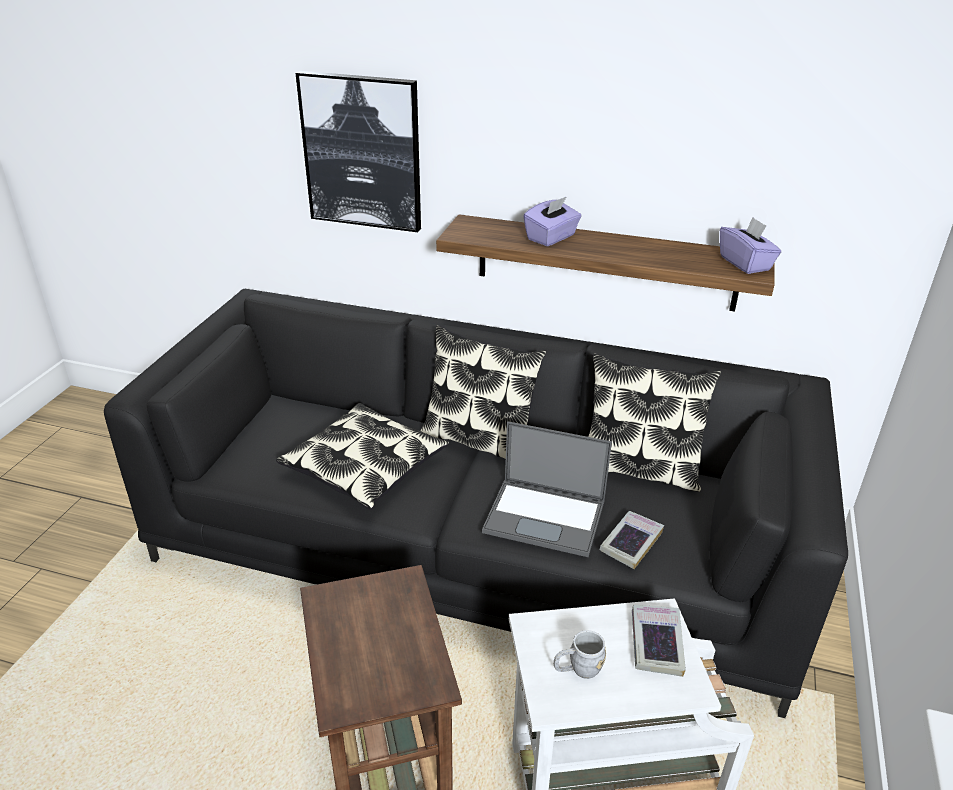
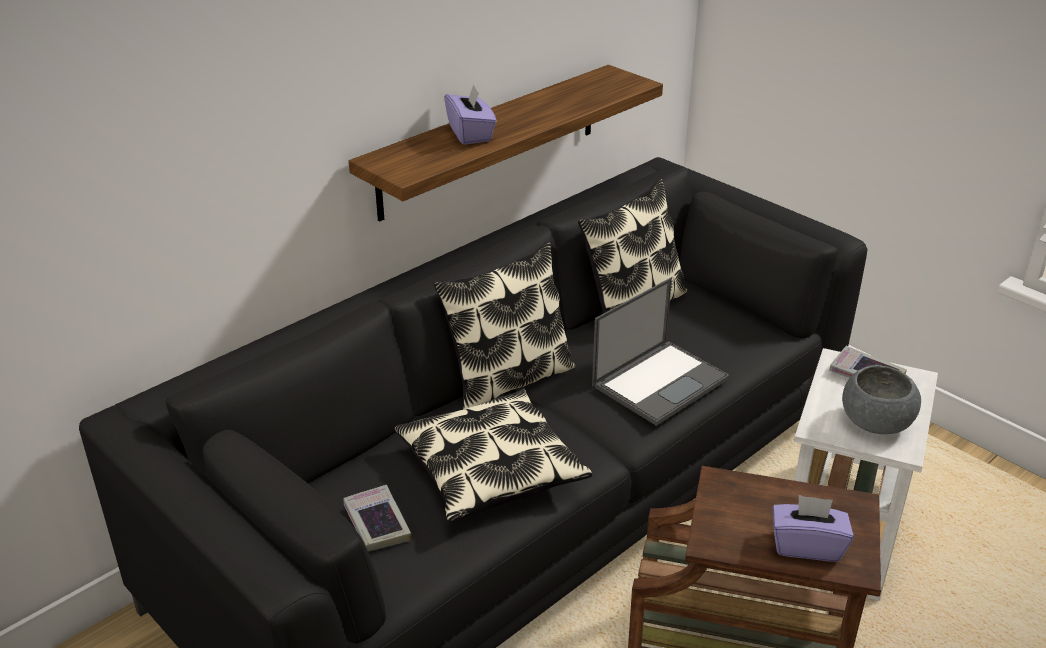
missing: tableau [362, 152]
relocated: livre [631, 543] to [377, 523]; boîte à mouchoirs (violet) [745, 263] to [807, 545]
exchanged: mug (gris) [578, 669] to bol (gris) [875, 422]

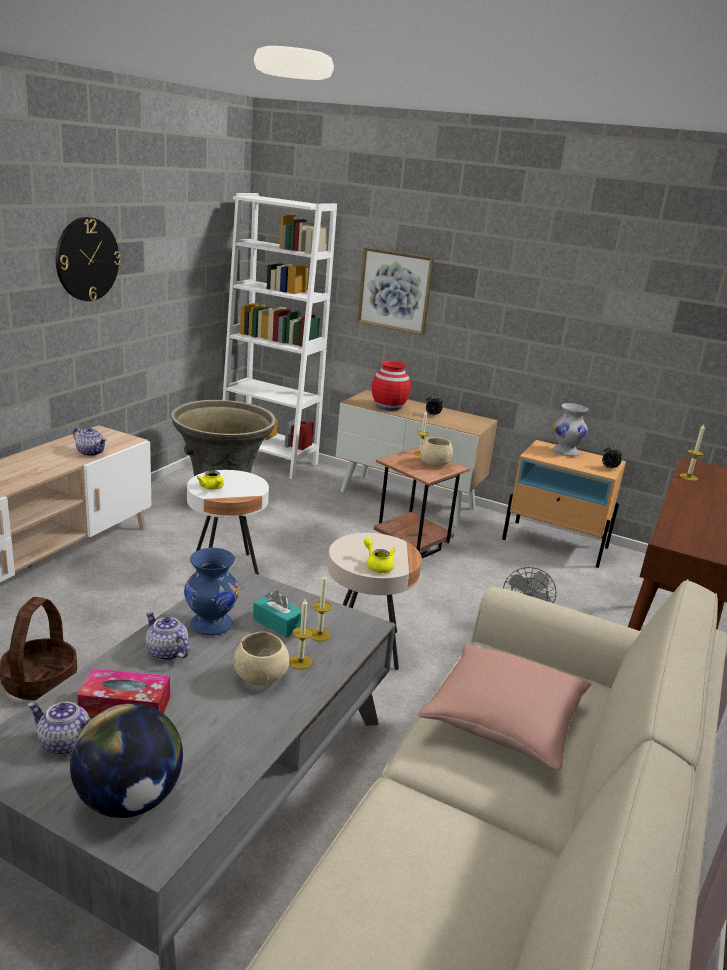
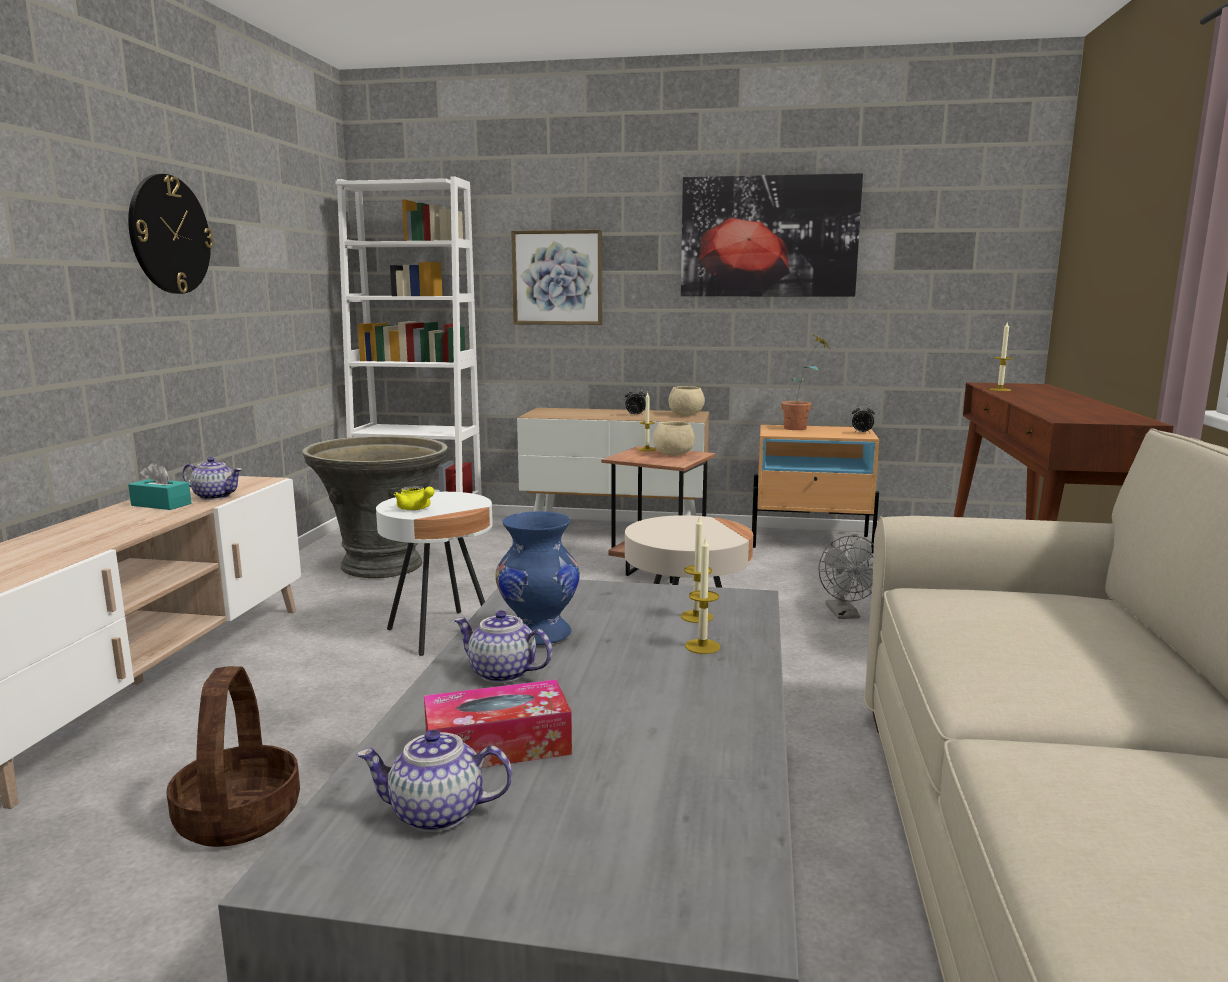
missing: globe [129, 799]; théière (jaune) [377, 565]; vase (rouge) [389, 407]; coussin (rose) [503, 720]
appeared: tableau [768, 237]
relocated: bol (beige) [260, 677] to [685, 415]; boîte à mouchoirs (turquoise) [277, 623] to [161, 504]
exchanged: vase (blanc) [565, 452] to plante en pot [802, 428]

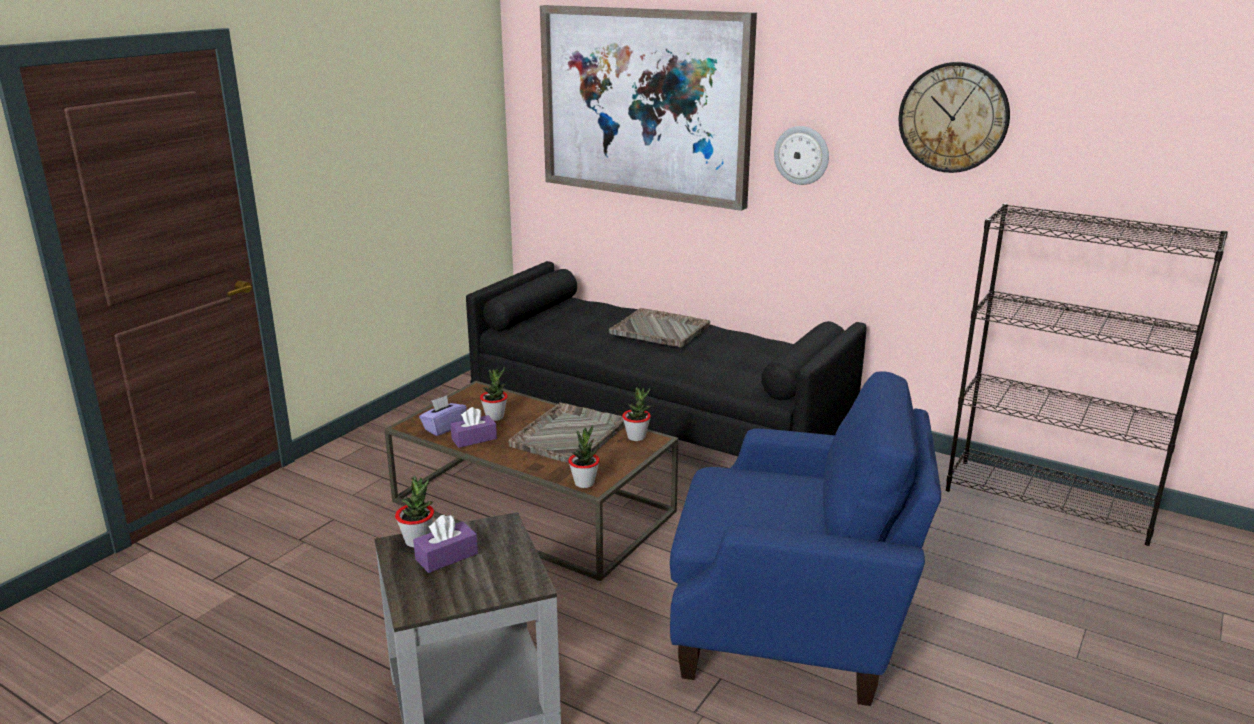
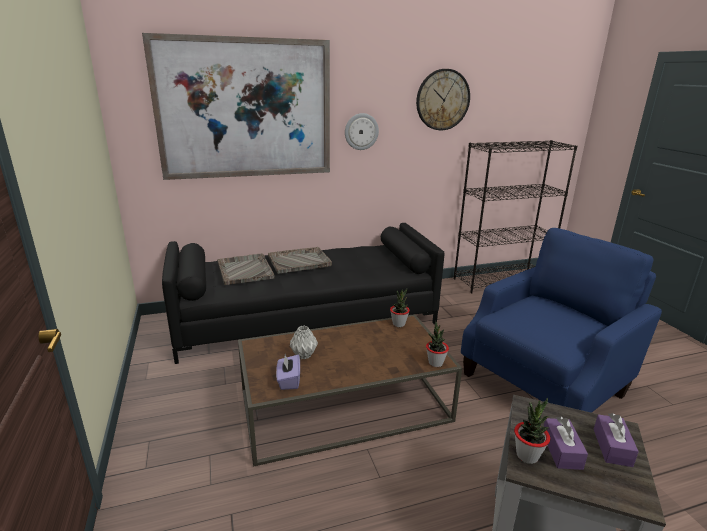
relocated: boîte à mouchoirs (violet) [474, 439] to [612, 447]; plateau (gris) [570, 435] to [245, 270]
exchanged: plante en pot [495, 417] to vase (gris) [304, 355]

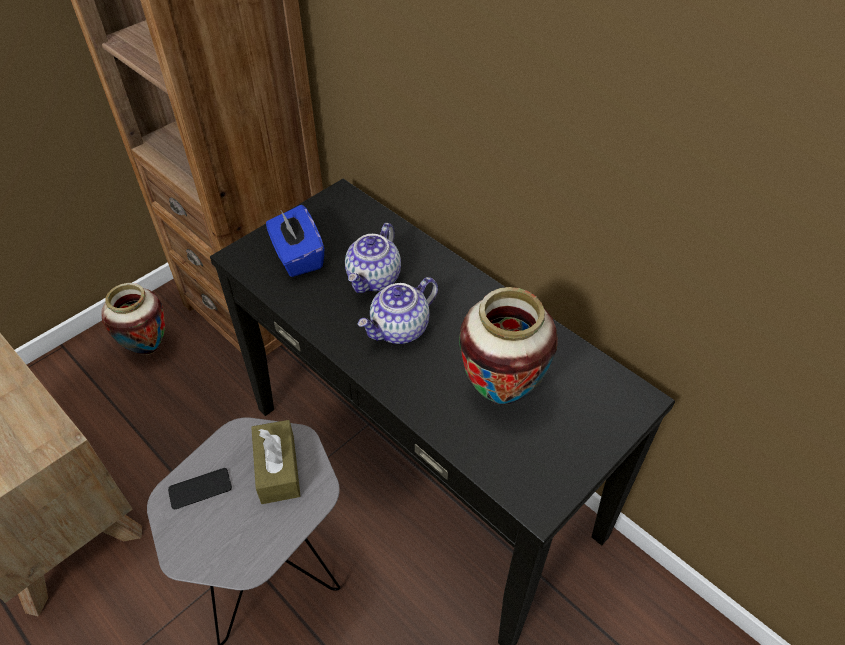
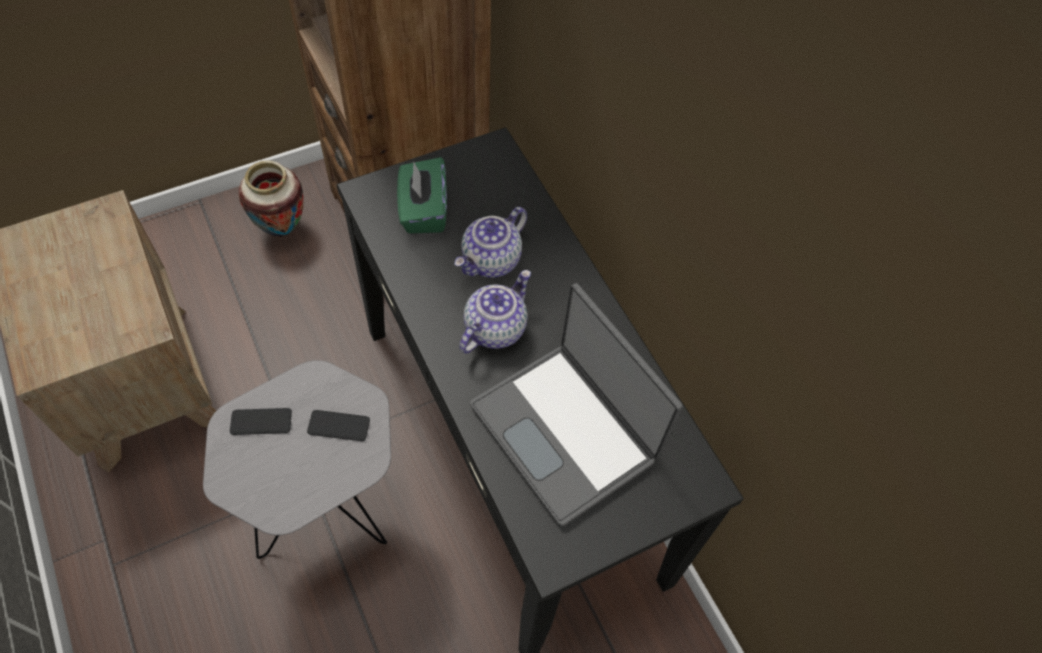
exchanged: boîte à mouchoirs (marron) [278, 469] to téléphone [338, 426]; vase [500, 393] to ordinateur portable [566, 431]
colour: boîte à mouchoirs (bleu) [297, 256] to boîte à mouchoirs (vert) [423, 211]
spun: théière [400, 329] = [494, 328] 150 degrees clockwise

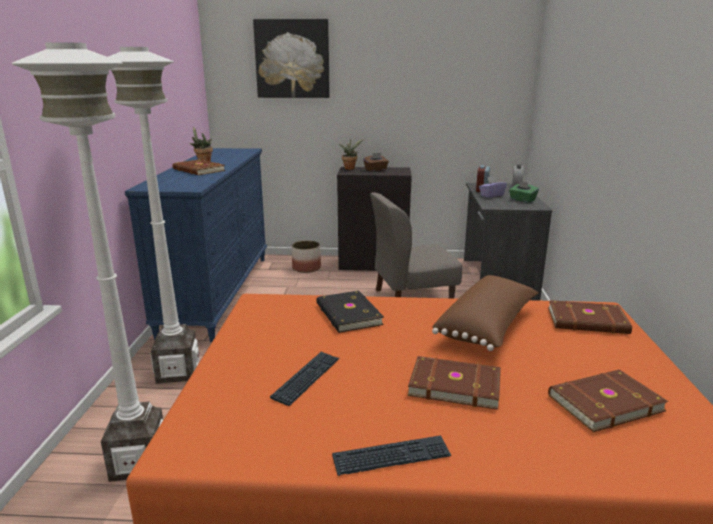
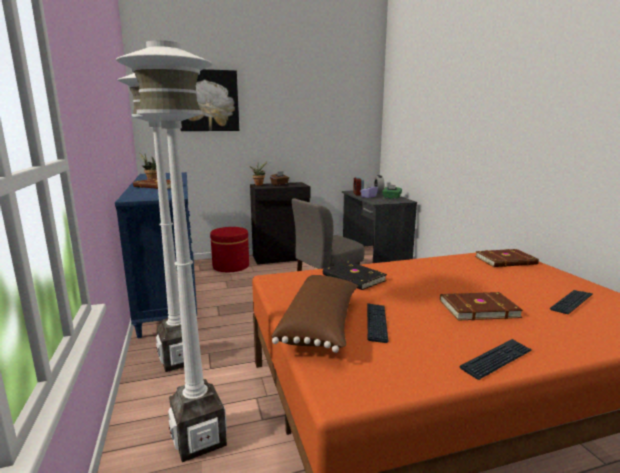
relocated: coussin (marron) [488, 327] to [321, 325]
exchanged: cache-pot [306, 268] to pouf (rouge) [231, 266]; livre (marron) [603, 402] to clavier [571, 302]

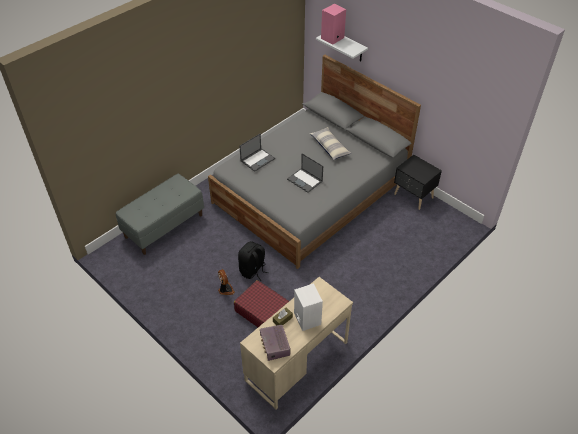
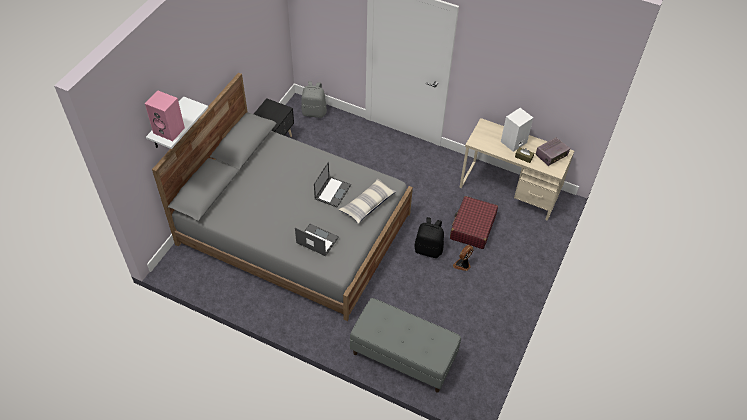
appeared: sac à dos (gris) [314, 112]
relocated: coussin [330, 147] to [367, 204]

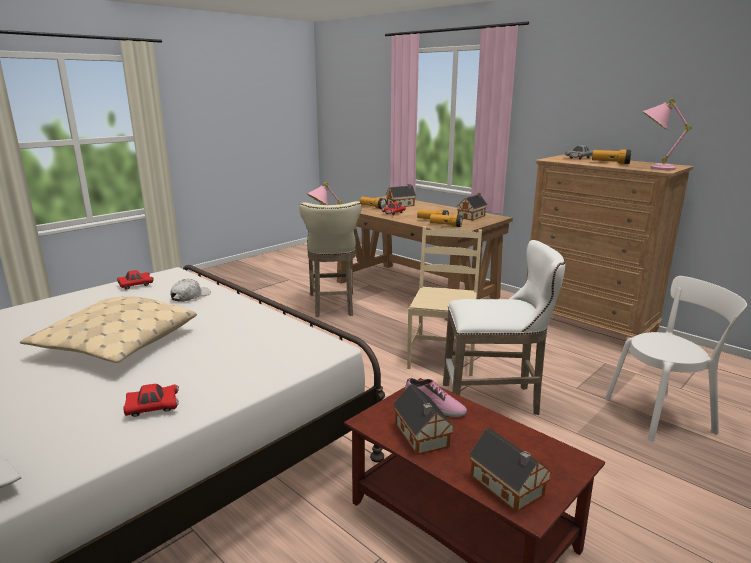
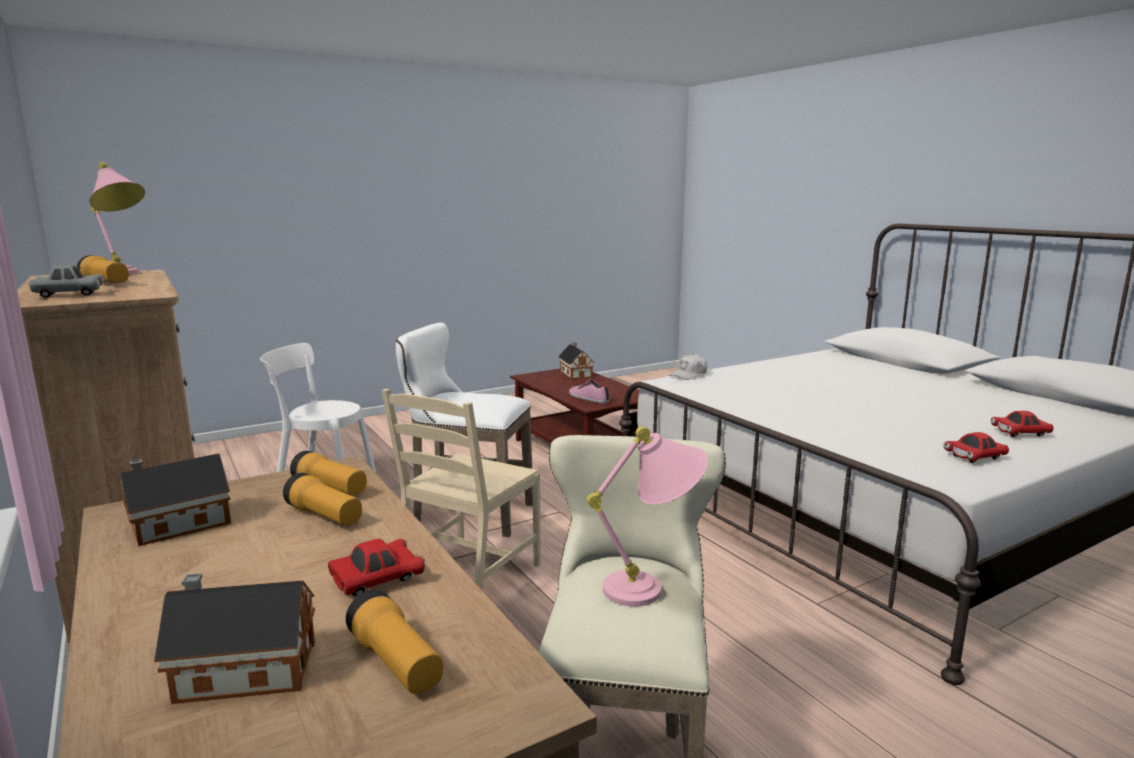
missing: coussin (beige) [116, 345]; maison miniature [422, 437]
relocated: petite voiture (rouge) [153, 408] to [1020, 434]; casquette (blanc) [190, 296] to [689, 375]

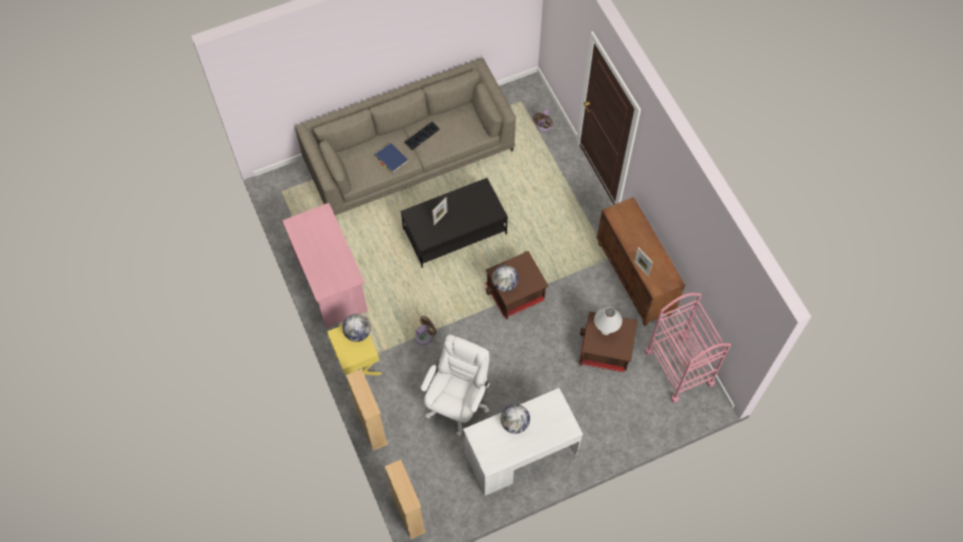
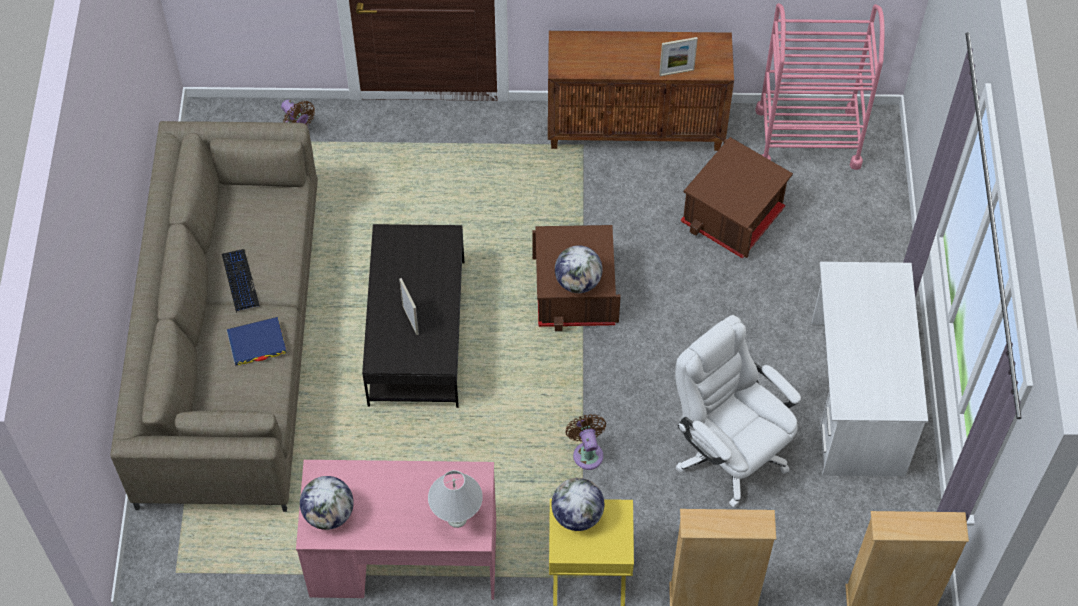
relocated: globe [514, 423] to [329, 514]; lampe de table (blanc) [605, 330] to [457, 518]

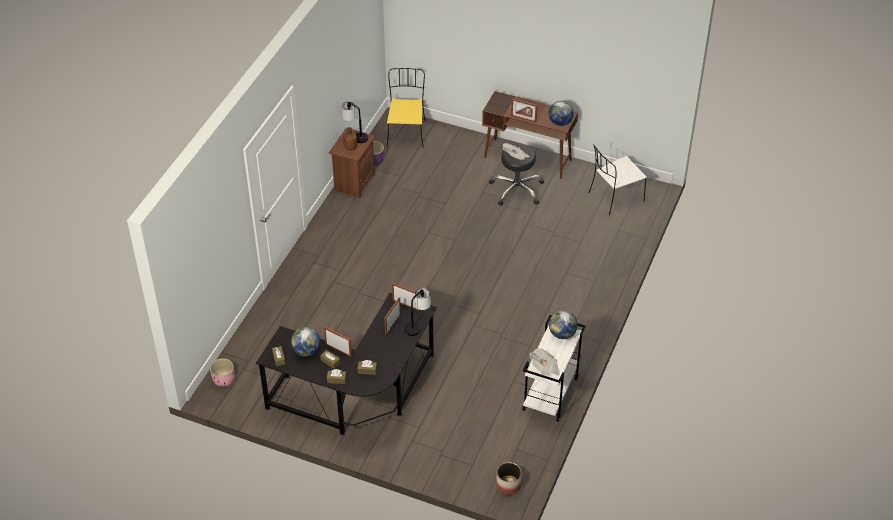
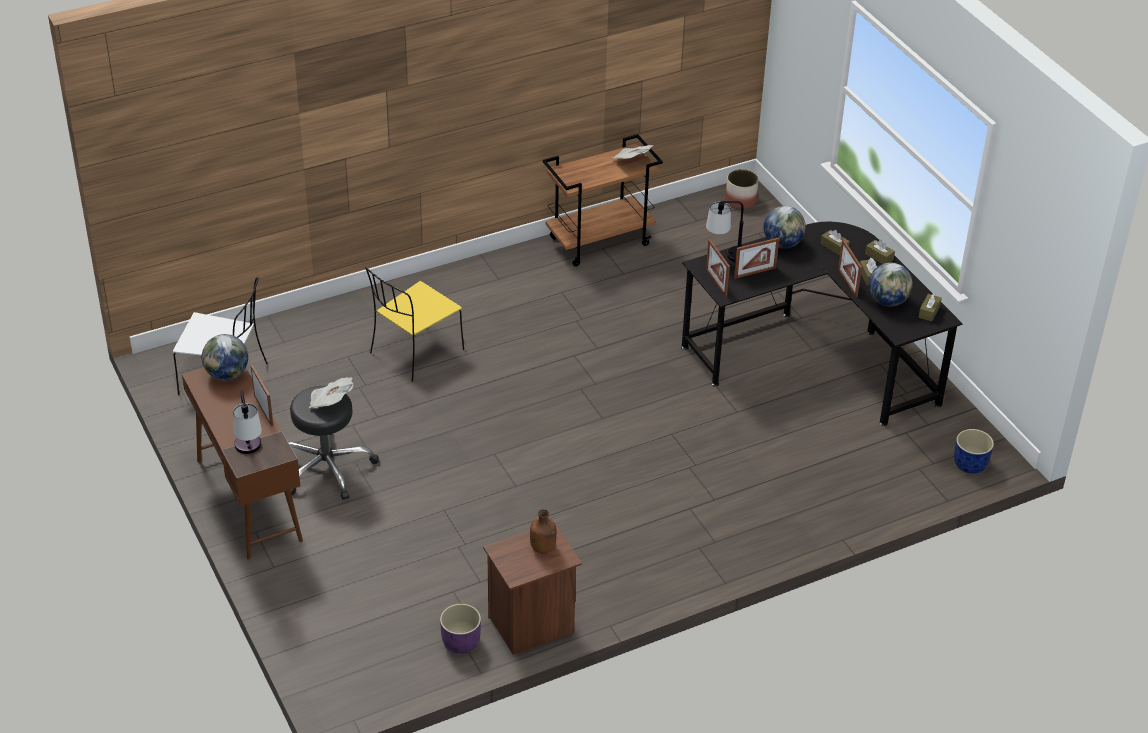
relocated: lampe de table [355, 136] to [250, 453]; chaise (jaune) [406, 132] to [415, 352]; globe [562, 334] to [782, 243]
colour: cache-pot (rose) [224, 380] to cache-pot (bleu) [970, 464]; chariot (blanc) [551, 394] to chariot (marron) [600, 241]

